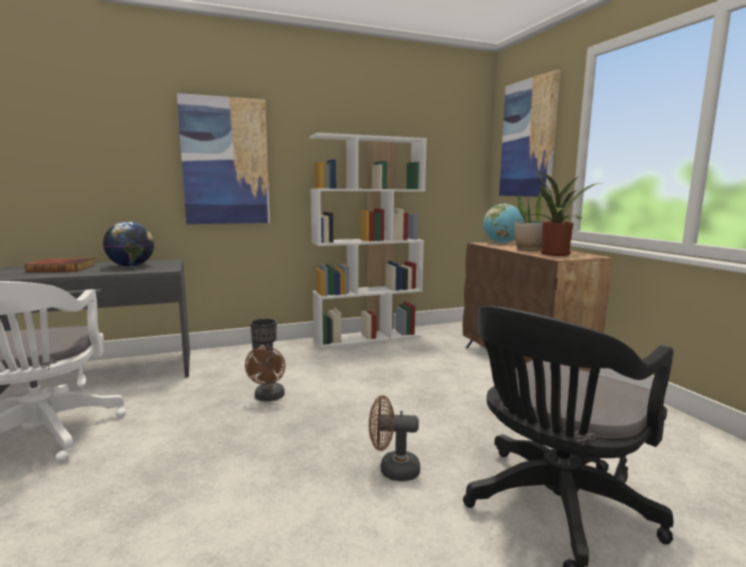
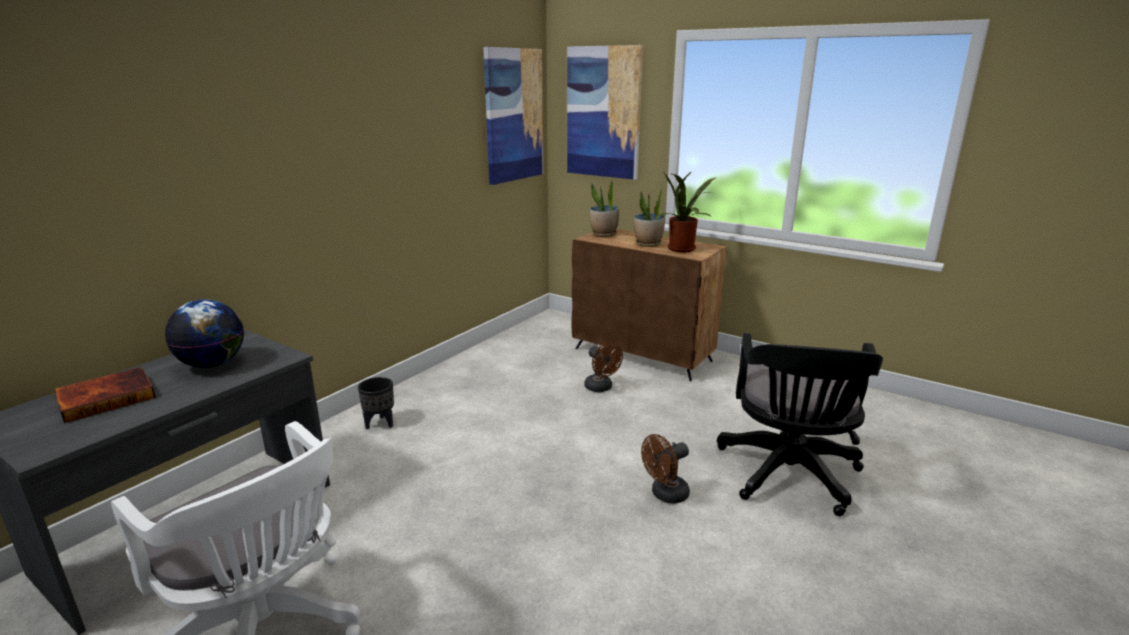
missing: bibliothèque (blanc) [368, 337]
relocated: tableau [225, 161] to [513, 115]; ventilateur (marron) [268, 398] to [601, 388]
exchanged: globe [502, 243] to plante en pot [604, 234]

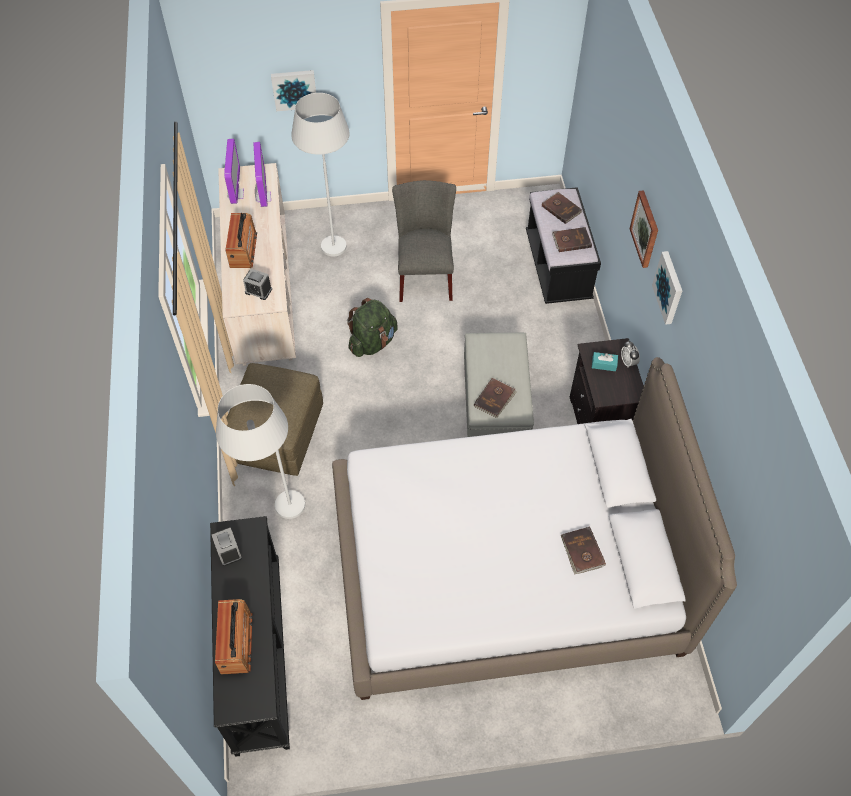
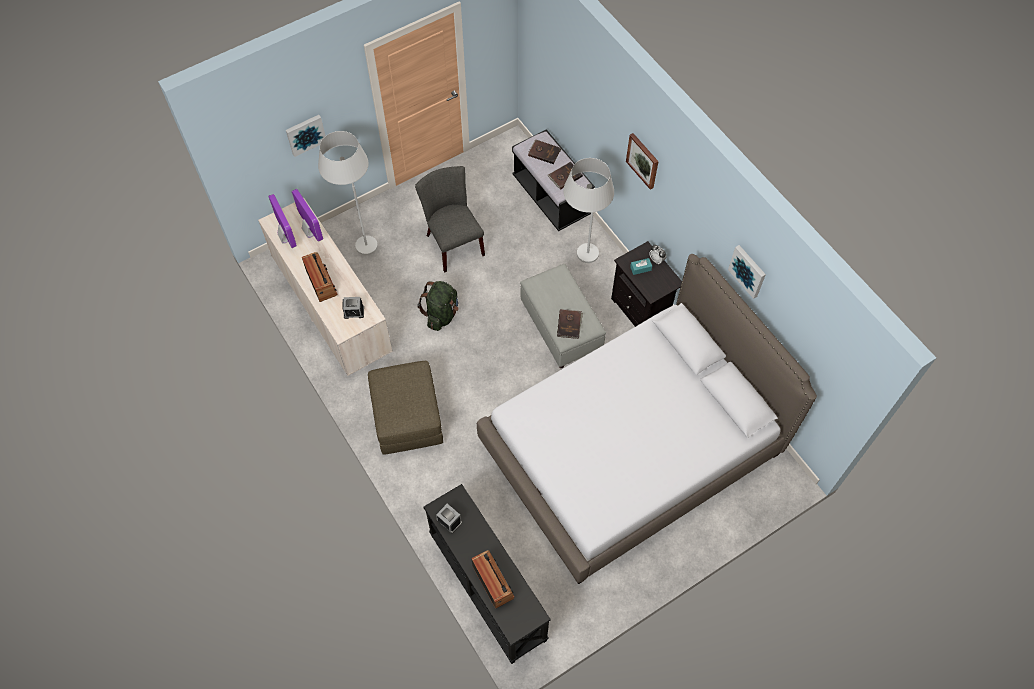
missing: livre (marron) [582, 551]
relocated: lampadaire (blanc) [275, 514] to [581, 263]; tableau [669, 287] to [748, 270]

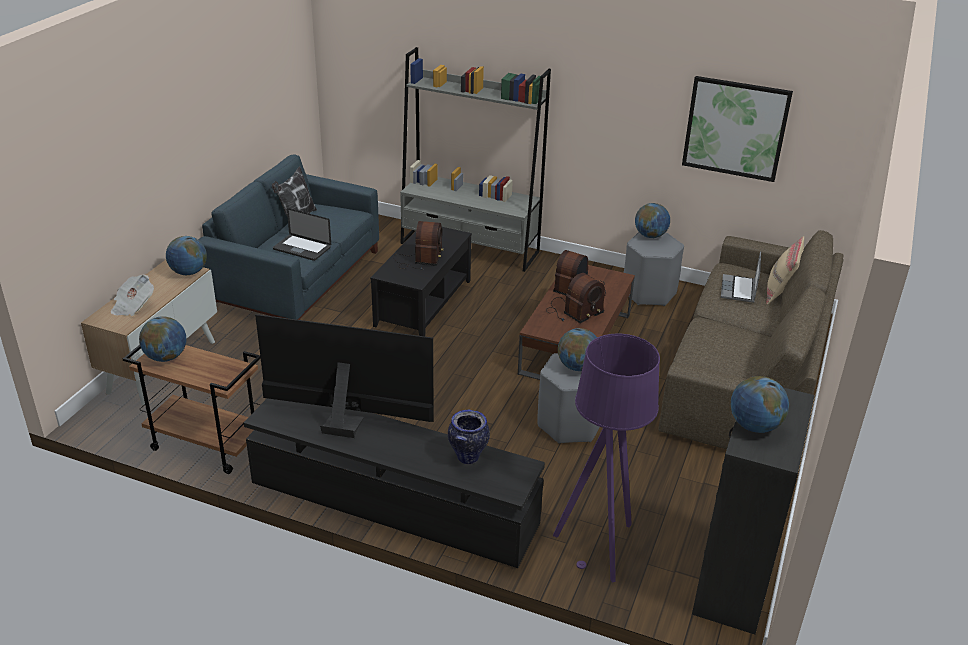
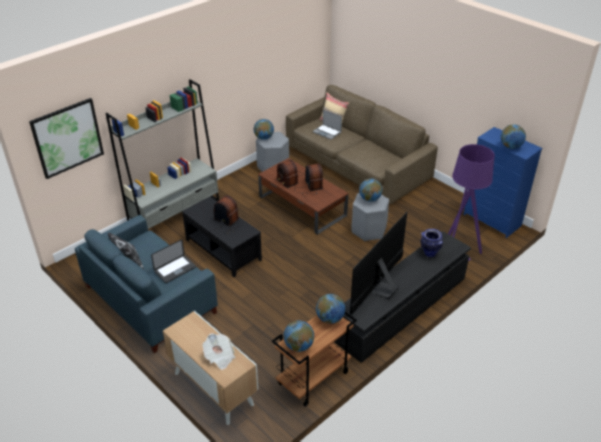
relocated: globe [189, 272] to [330, 318]; tableau [735, 128] to [67, 138]
colour: commode (noir) [733, 583] to commode (bleu) [492, 220]

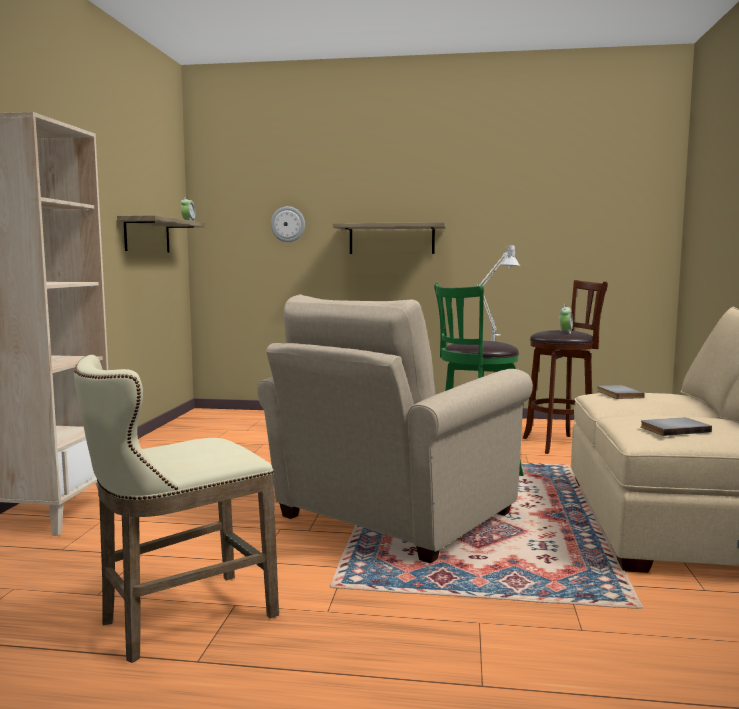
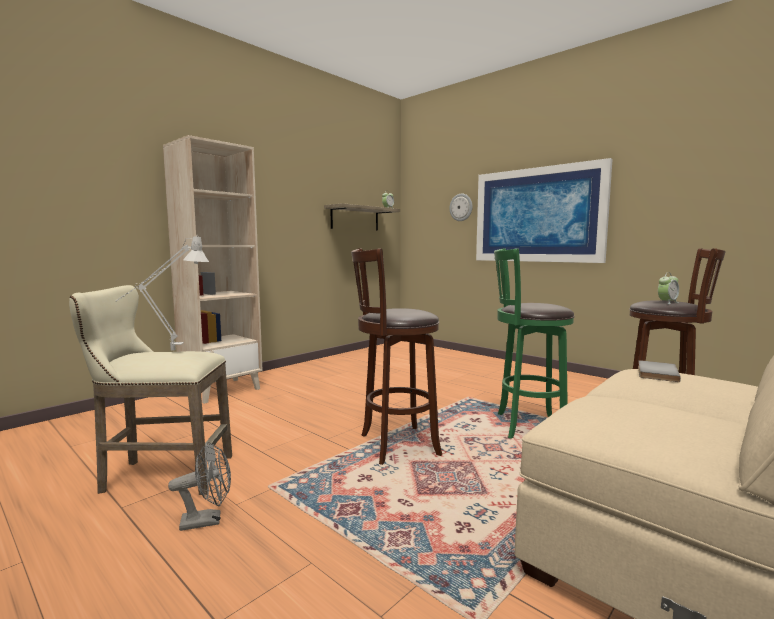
missing: livre (gris) [673, 429]
appeared: ventilateur (gris) [208, 520]
relocated: lampe de table (gris) [489, 343] to [166, 352]
exchanged: fauteuil (beige) [389, 517] to tabouret (marron) [395, 446]; étagère [391, 239] to tableau [537, 215]

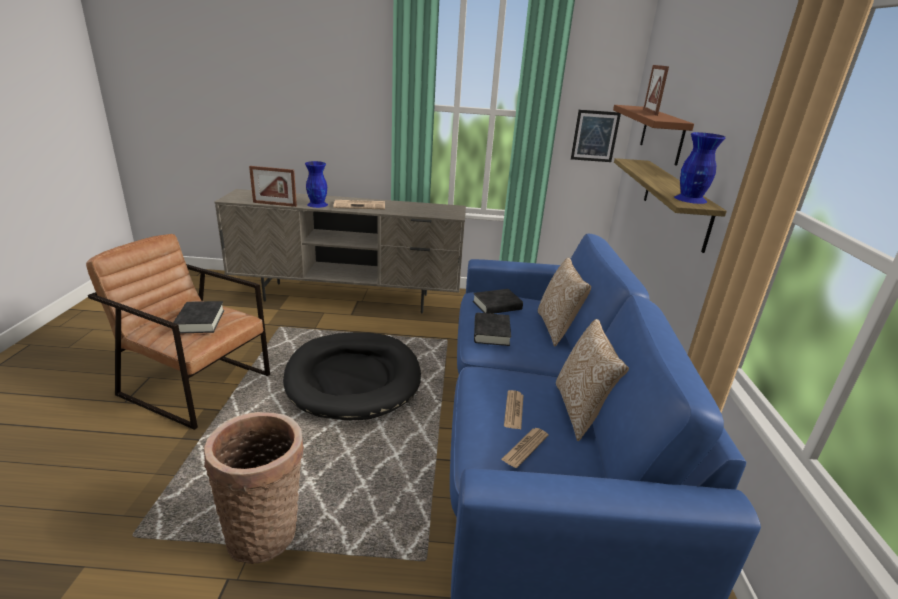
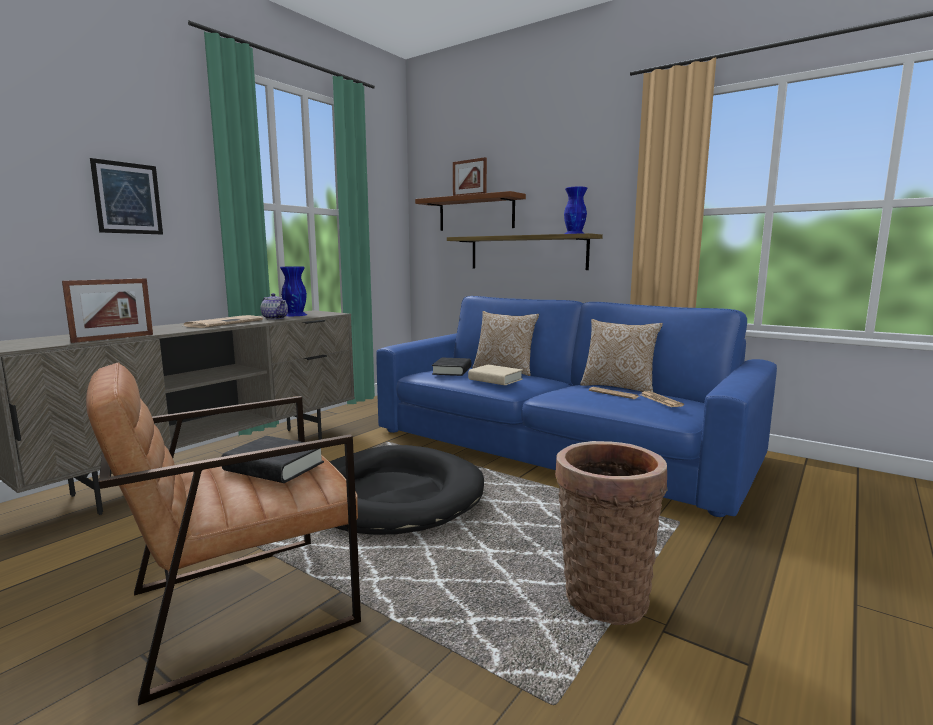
appeared: théière [275, 318]
relocated: vase (bleu) [318, 204] to [295, 315]; tableau [595, 136] to [128, 198]
colour: livre (noir) [491, 333] to livre (beige) [495, 379]

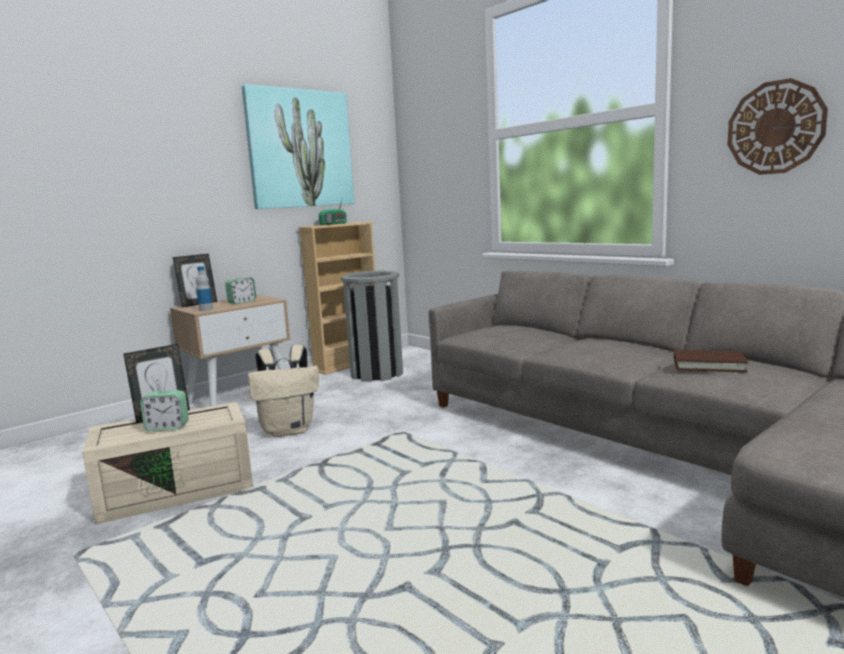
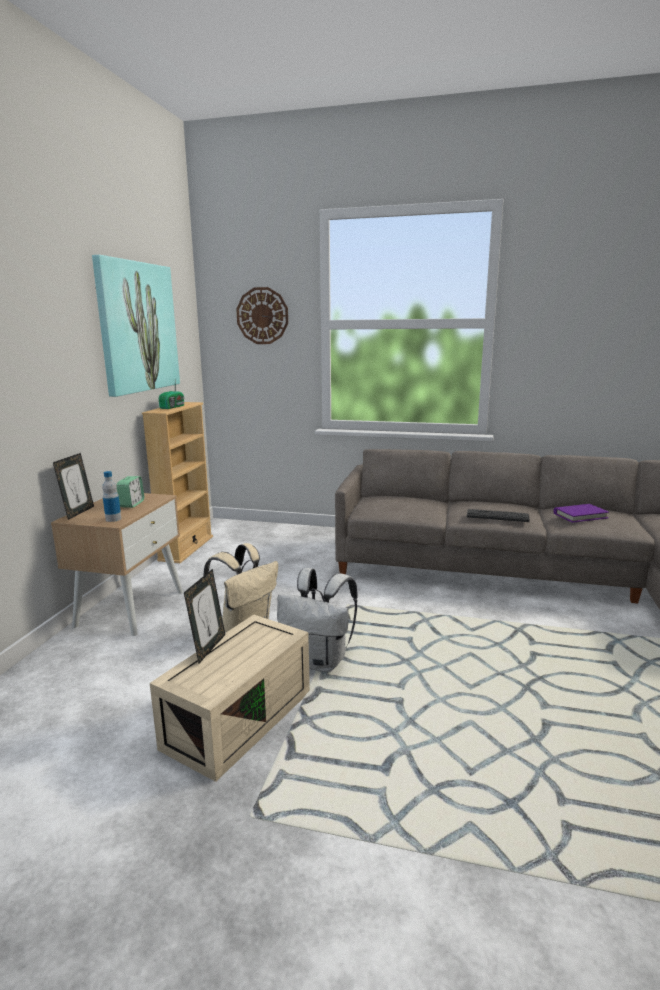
missing: réveil [167, 427]; poubelle (gris) [377, 374]
appeared: sac à dos (blanc) [320, 661]; clavier [497, 516]
relocated: horloge murale [775, 127] to [262, 316]
colour: livre (marron) [708, 365] to livre (violet) [580, 515]

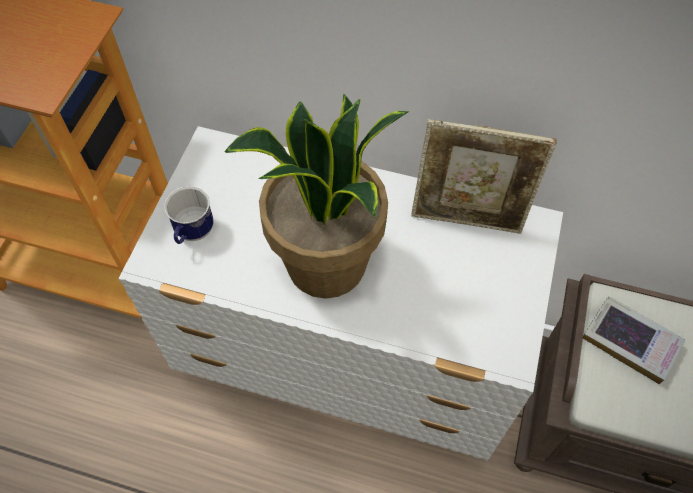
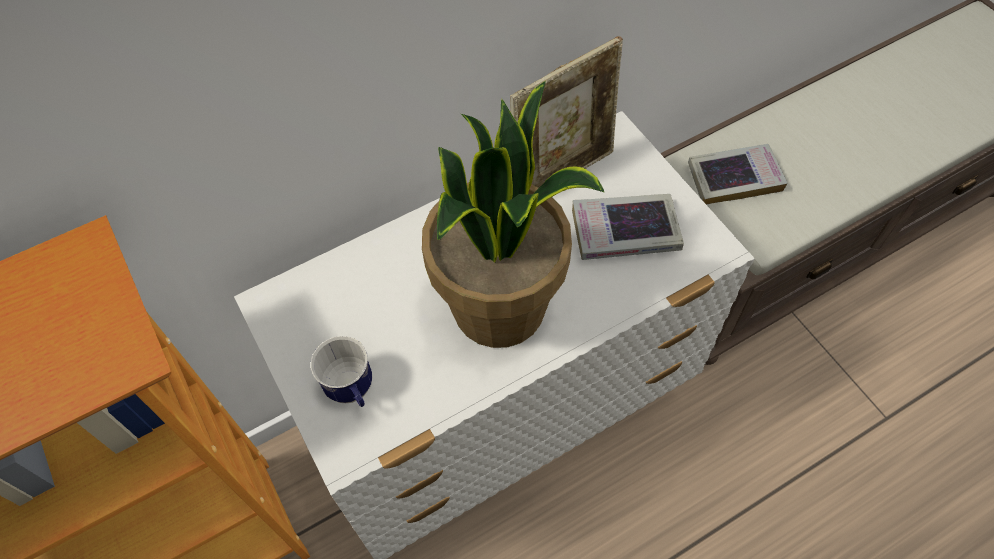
appeared: livre [625, 232]

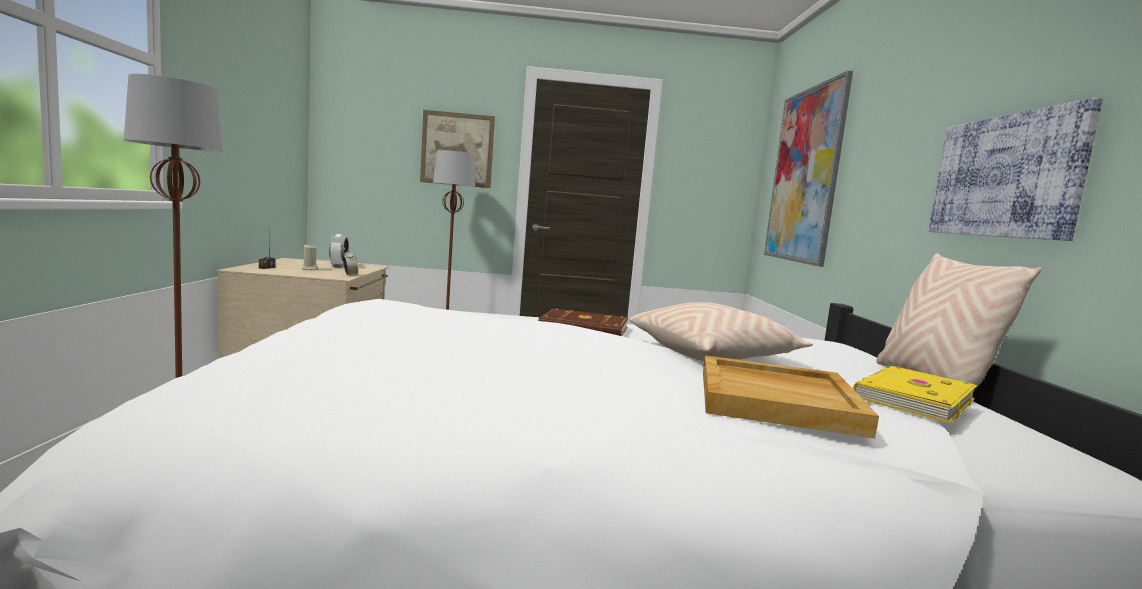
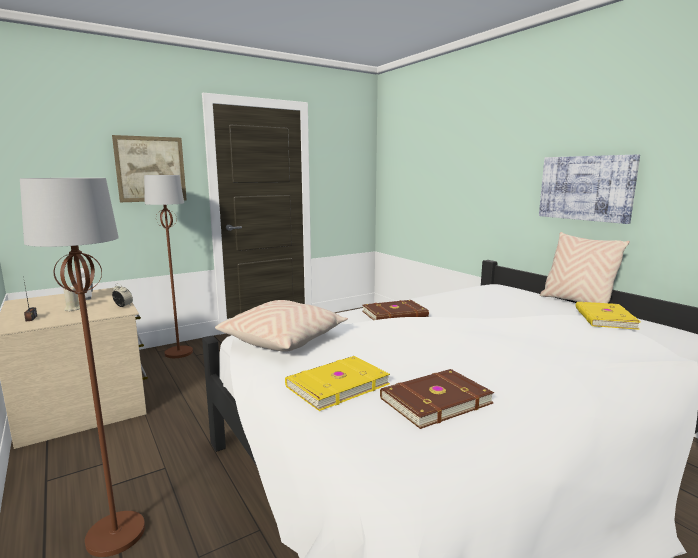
missing: plateau (beige) [777, 400]; tableau [804, 175]
appeared: livre (jaune) [336, 385]; livre (marron) [434, 400]
relocated: coussin (beige) [713, 355] to [284, 340]

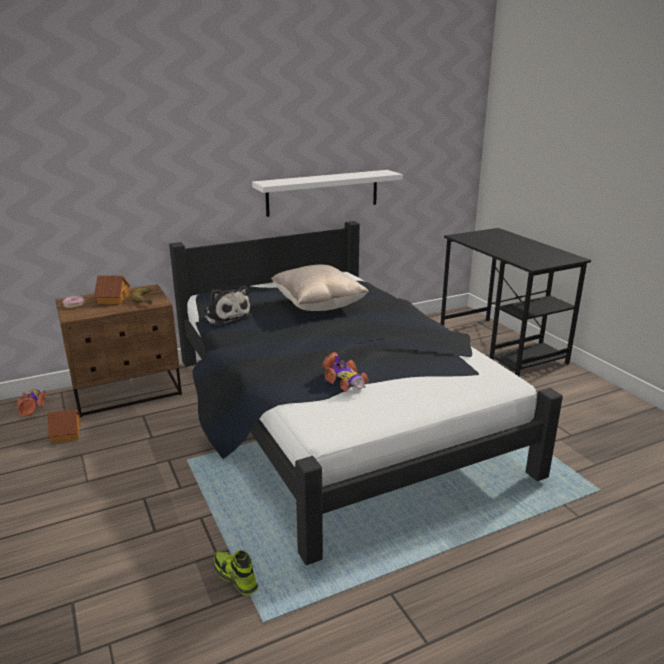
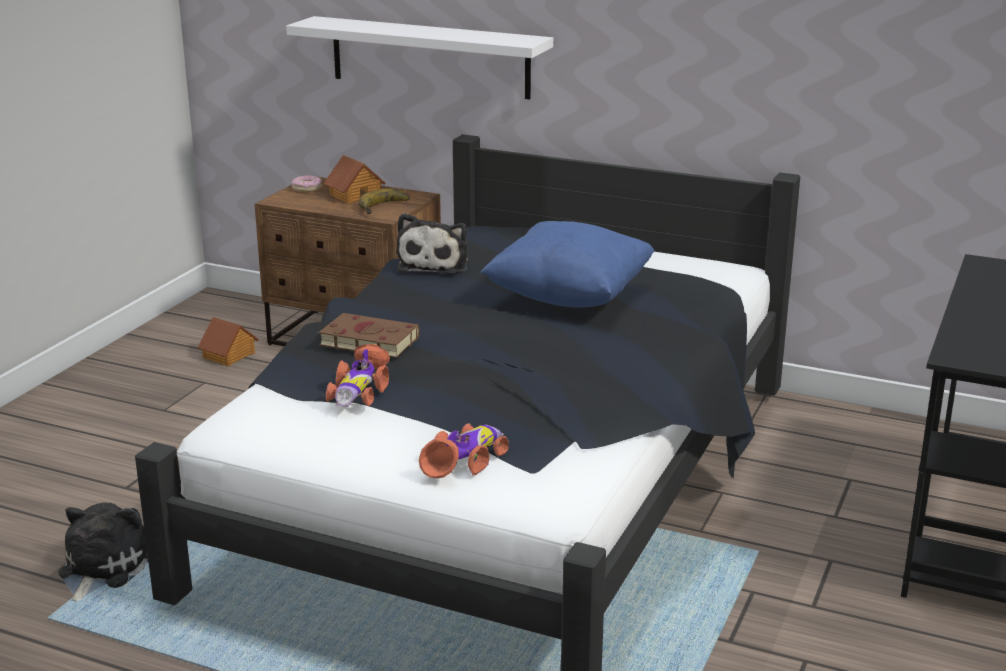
appeared: livre (marron) [366, 341]
relocated: petite voiture [32, 405] to [465, 460]; étagère (blanc) [323, 192] to [429, 57]
exchanged: chaussure [235, 577] to peluche [101, 569]
colour: coussin (beige) [318, 306] to coussin (bleu) [569, 297]

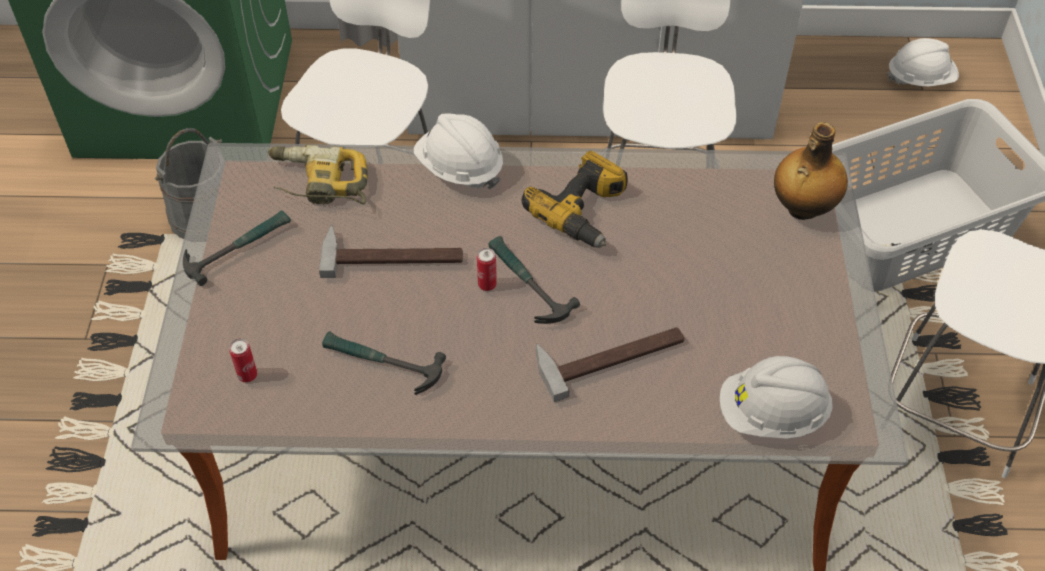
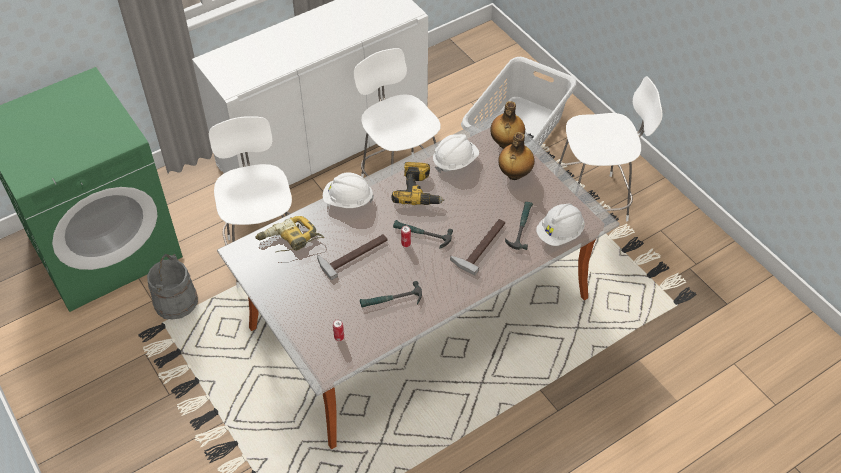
appeared: bouteille [514, 174]
relocated: marteau [237, 247] to [520, 227]; casque de chantier (blanc) [920, 79] to [455, 161]

